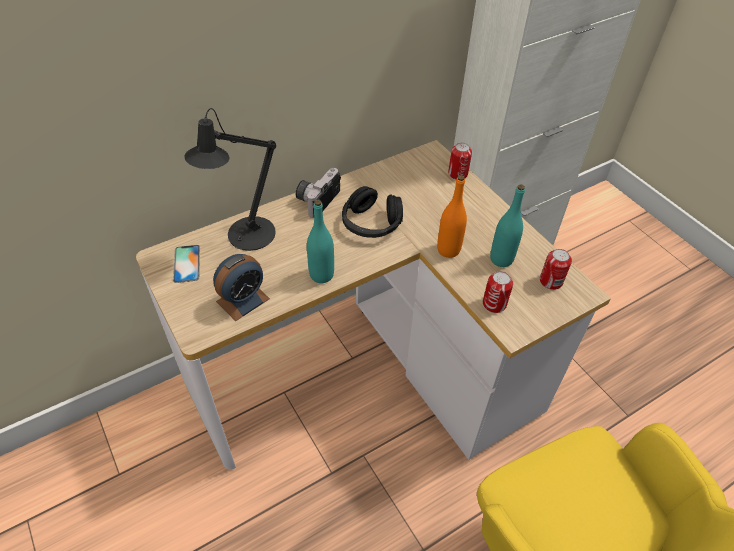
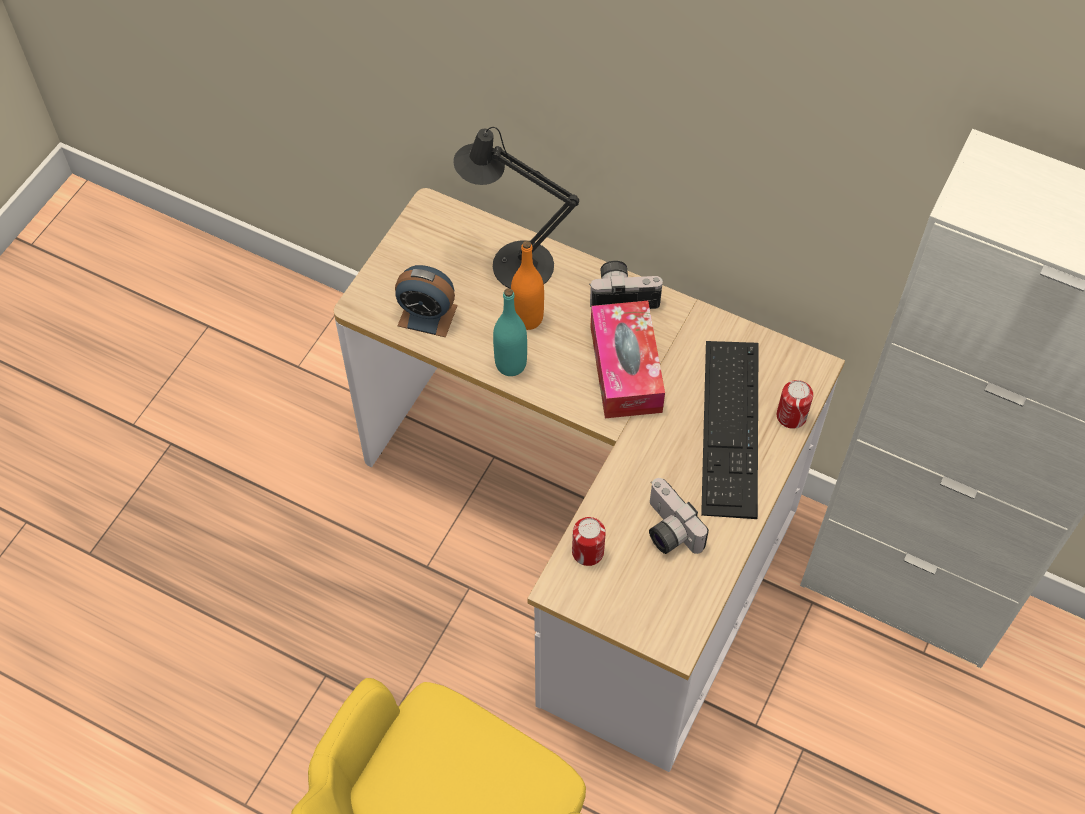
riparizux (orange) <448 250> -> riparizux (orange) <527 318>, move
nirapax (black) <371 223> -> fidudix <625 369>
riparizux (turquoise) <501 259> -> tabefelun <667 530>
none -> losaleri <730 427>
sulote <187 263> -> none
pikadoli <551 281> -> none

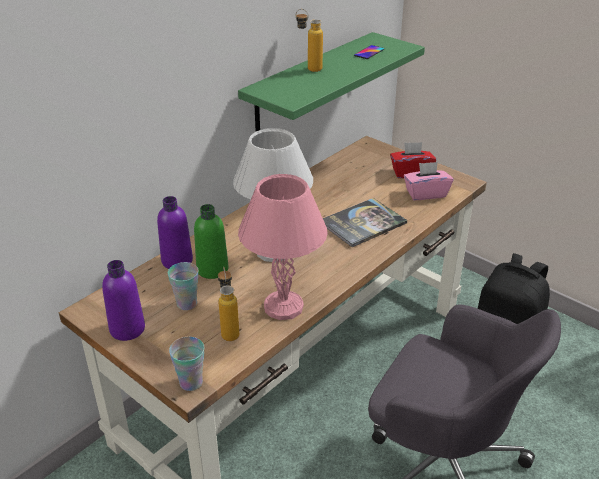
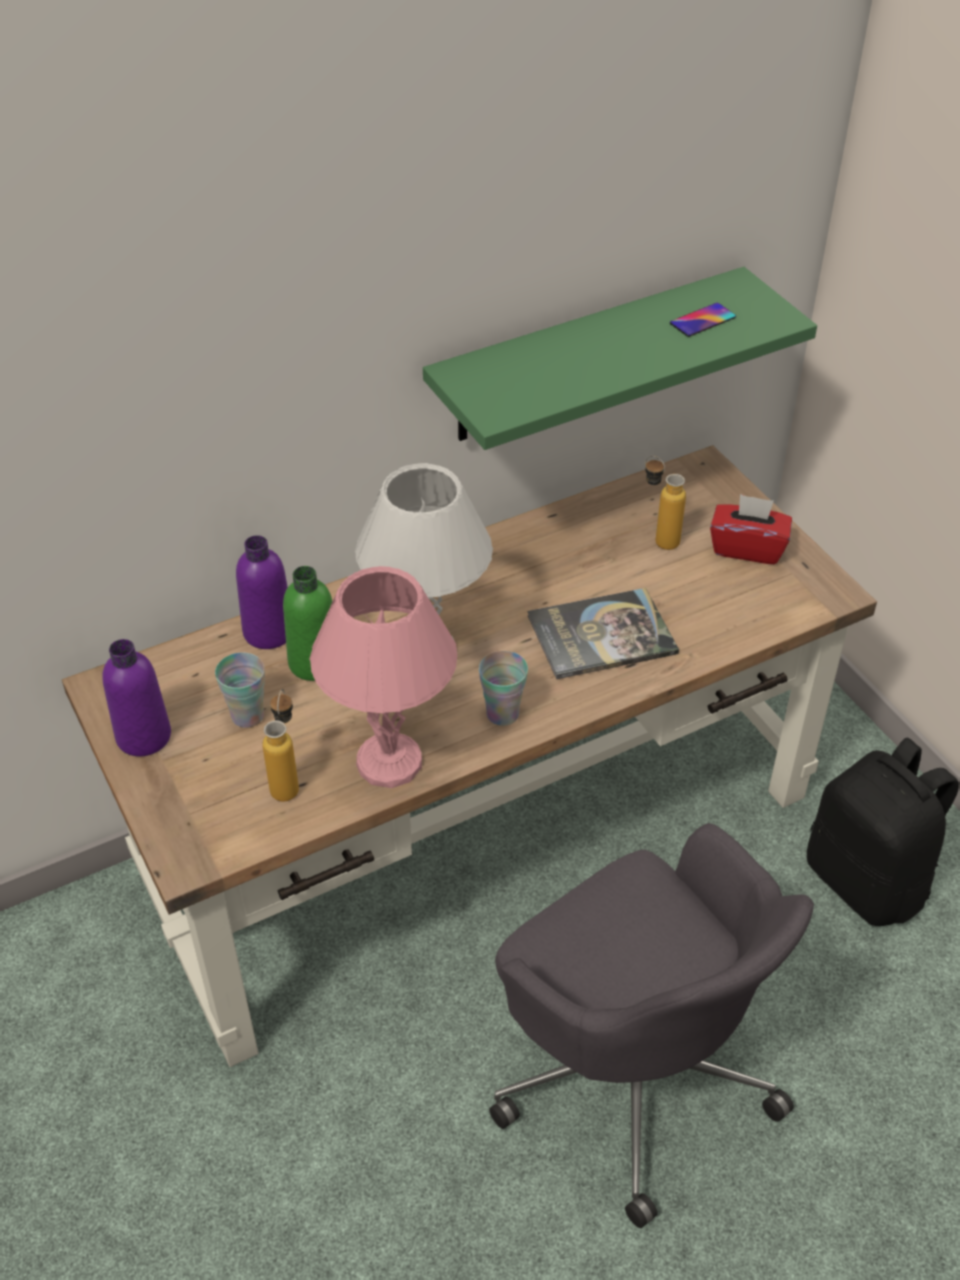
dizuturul <191 382> -> dizuturul <502 714>, move
riparizux <308 68> -> riparizux <658 539>, move
fidudix (pink) <426 193> -> none

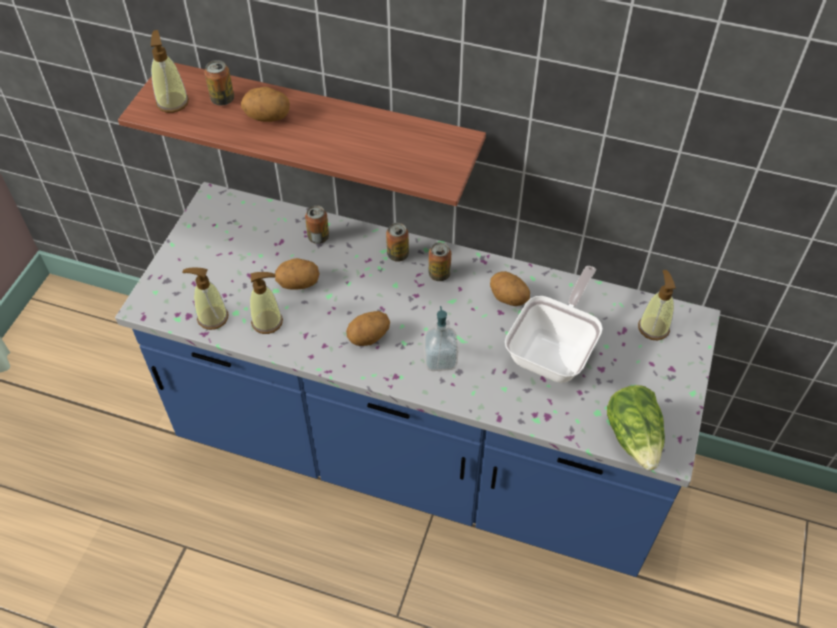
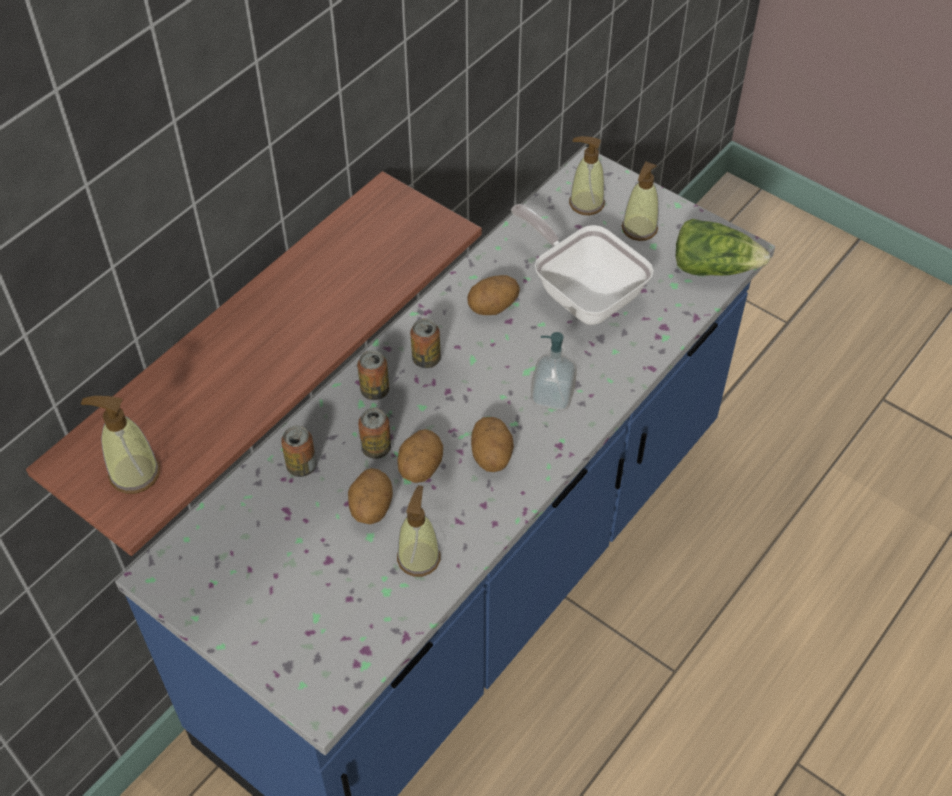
pikadoli <222 99> -> pikadoli <376 448>, move
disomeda <268 117> -> disomeda <420 468>, move
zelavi <212 317> -> zelavi <639 229>, move

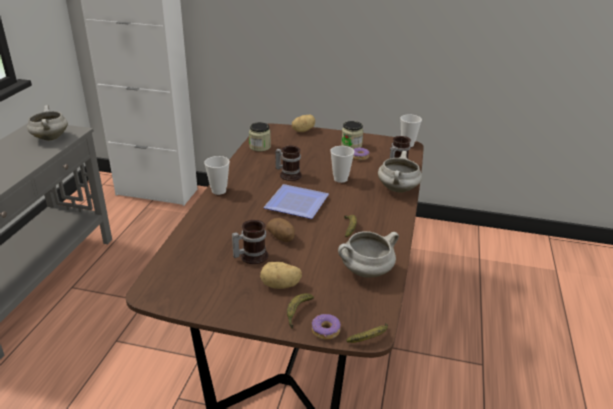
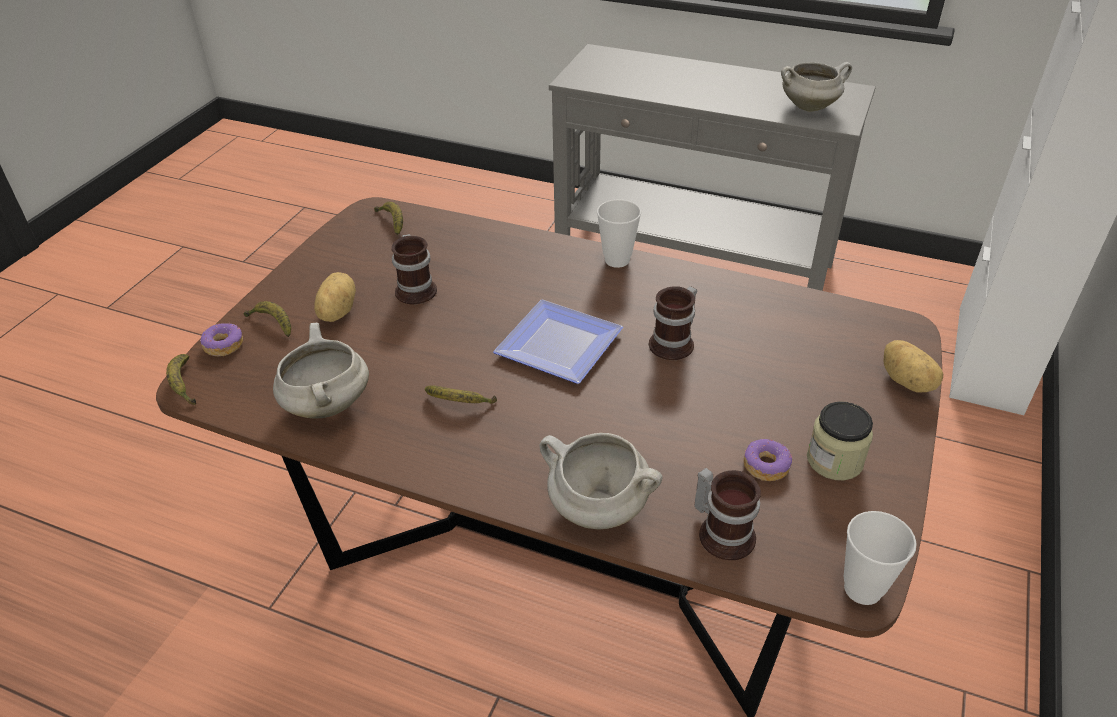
none -> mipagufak <392 222>
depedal <260 147> -> none
disomeda <282 237> -> none
dizuturul <340 179> -> none

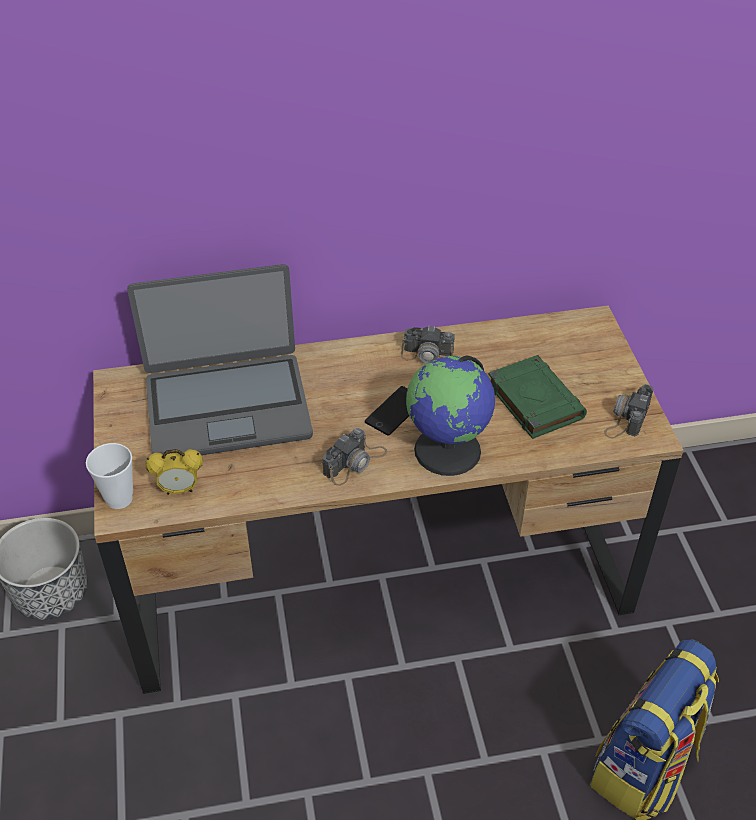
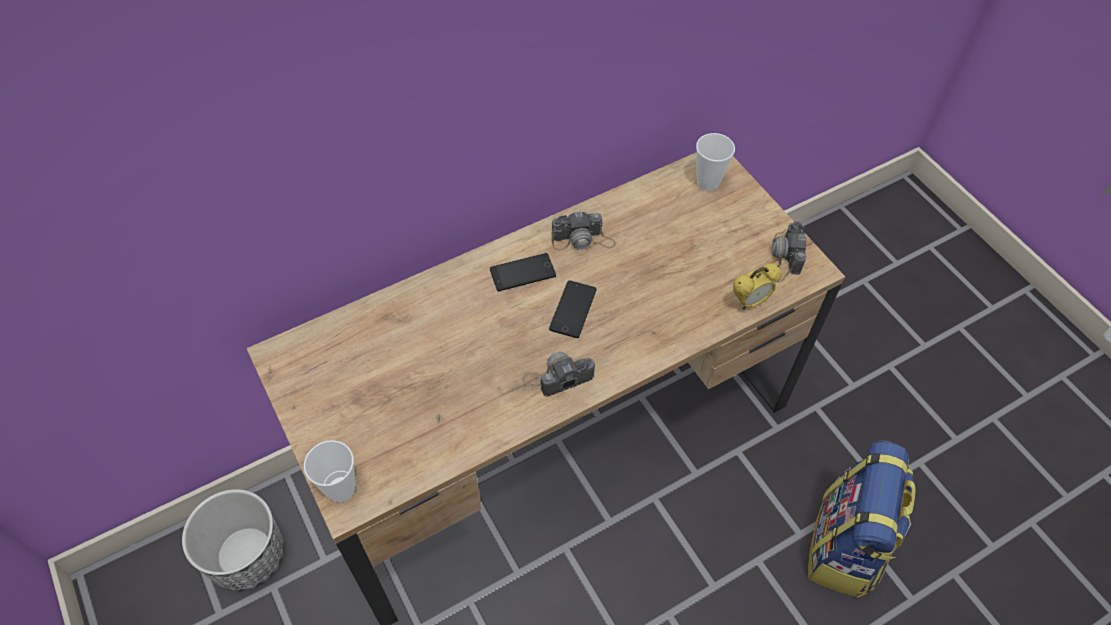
none -> sulote <522 273>
tabefelun <355 462> -> tabefelun <558 377>, 135 degrees counterclockwise
none -> dizuturul <708 182>
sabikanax <179 489> -> sabikanax <750 302>, move
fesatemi <227 406> -> none
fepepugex <449 450> -> none
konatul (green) <533 400> -> none

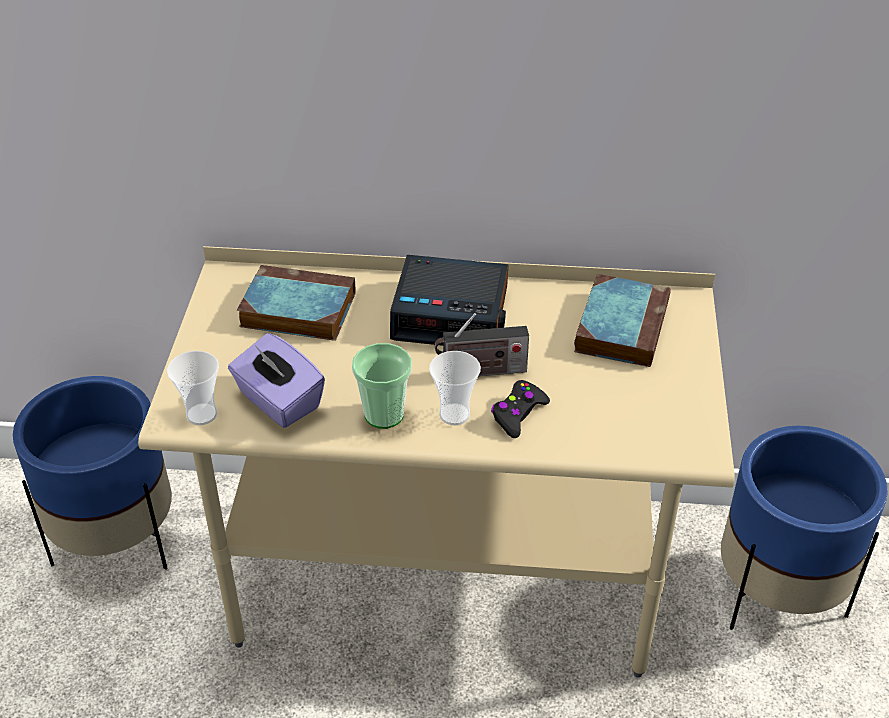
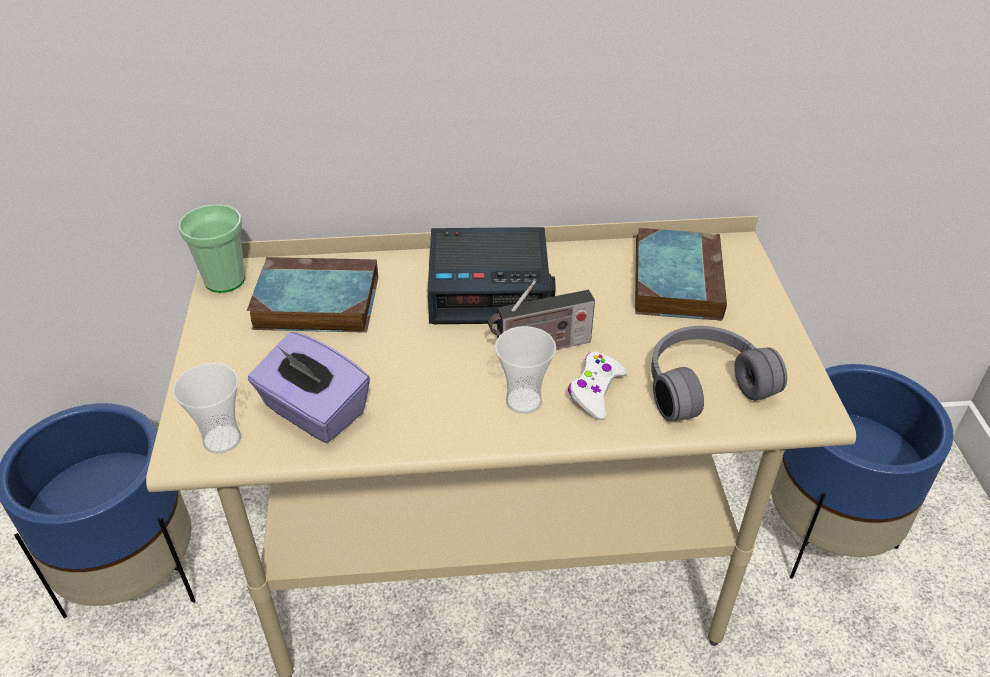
dizuturul <384 415> -> dizuturul <224 280>, move
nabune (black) <518 414> -> nabune (white) <595 391>
none -> nirapax (grey) <702 383>

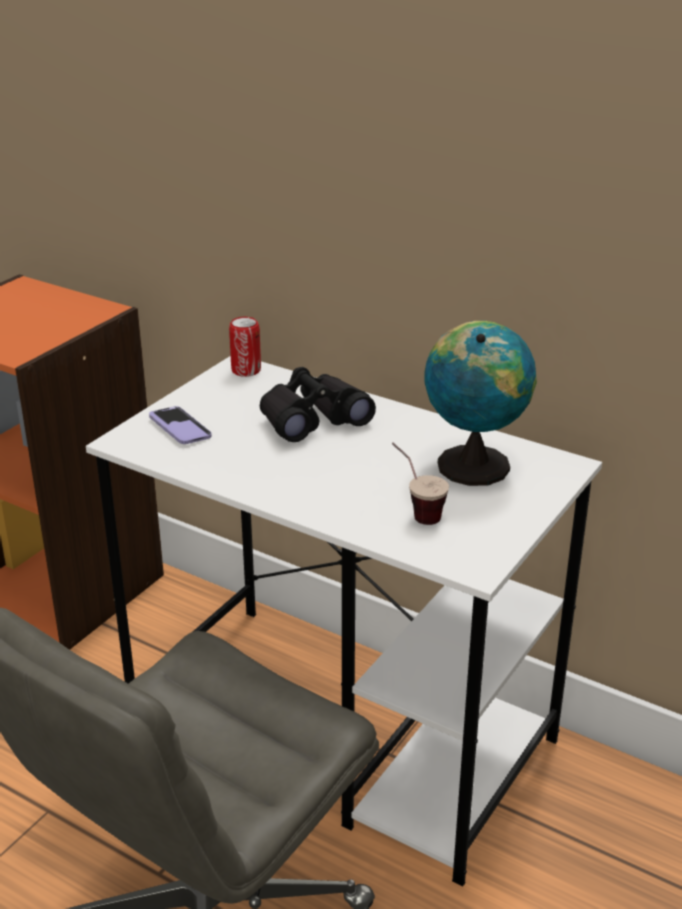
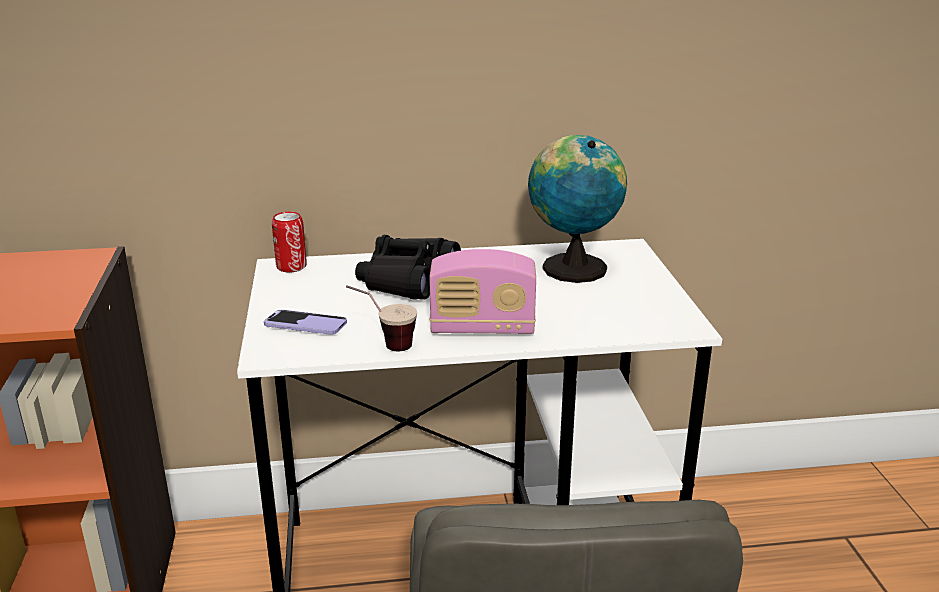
dizuturul <415 511> -> dizuturul <383 345>, move
none -> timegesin <482 328>

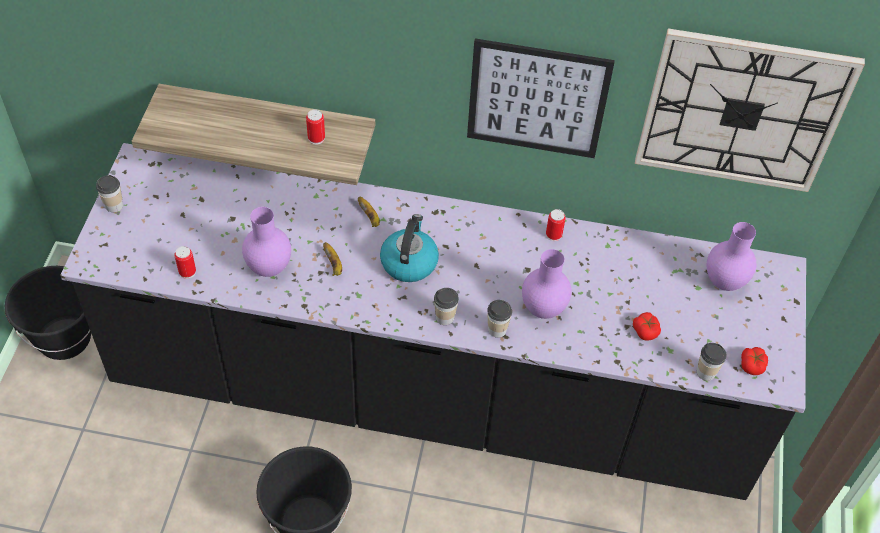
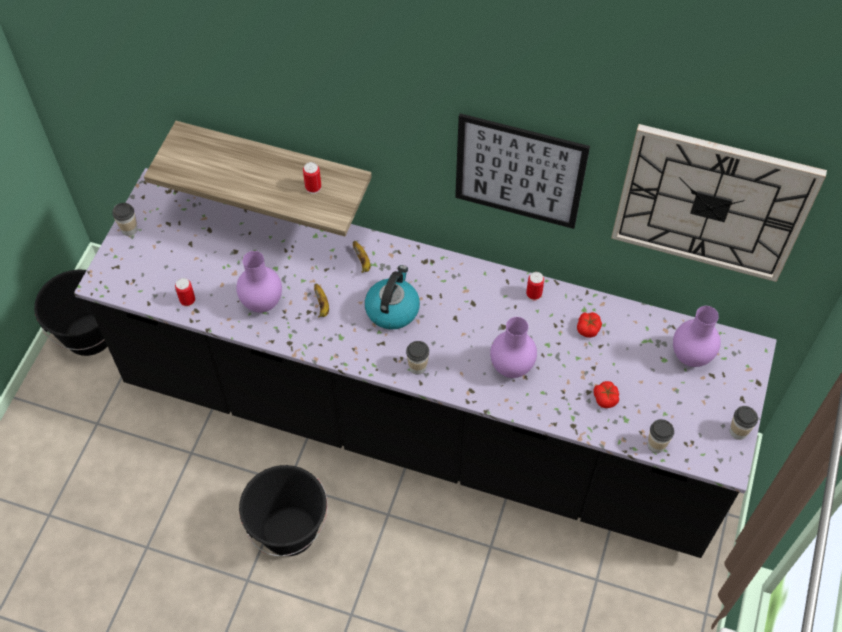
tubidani <752 365> -> tubidani <588 328>, move
dizuturul <497 329> -> dizuturul <738 431>, move

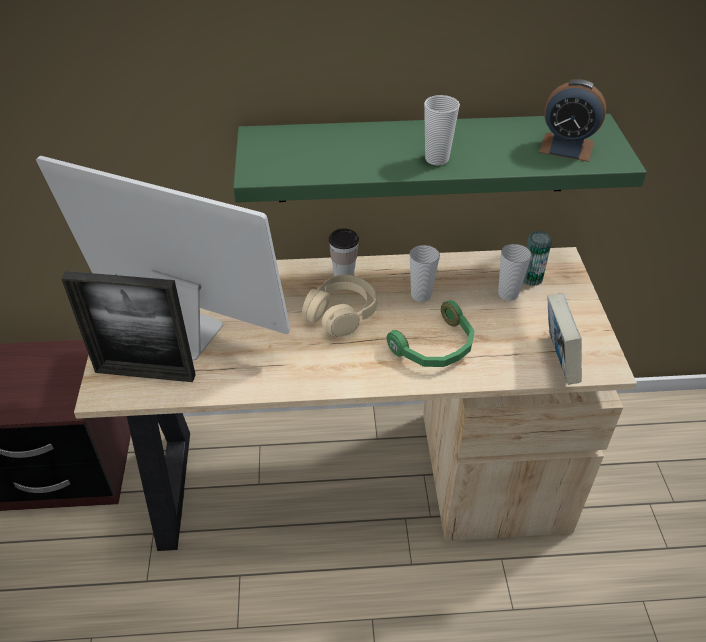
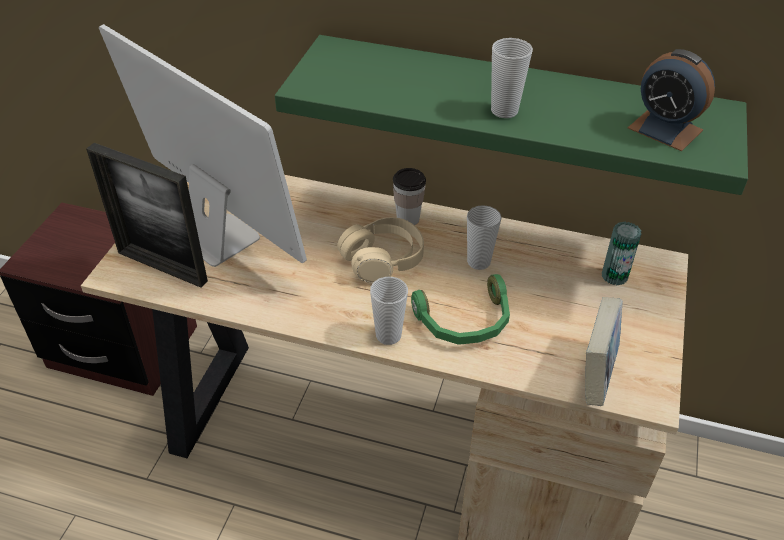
dizuturul <508 294> -> dizuturul <388 335>, move

